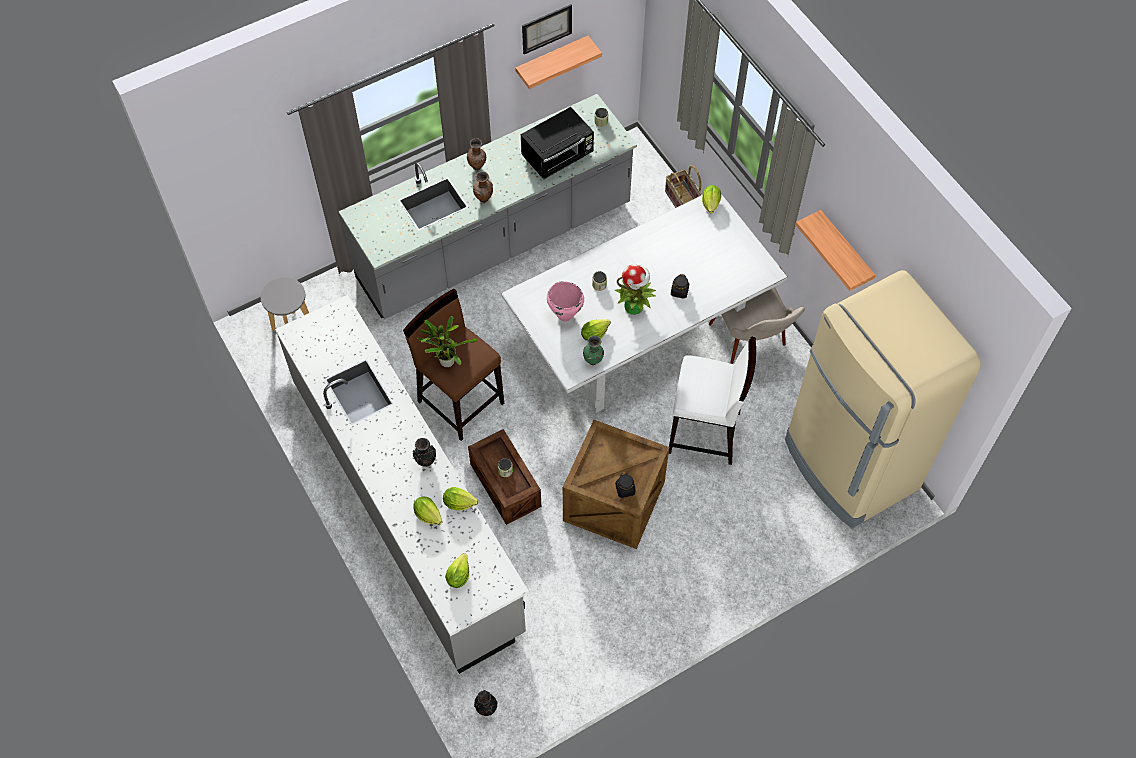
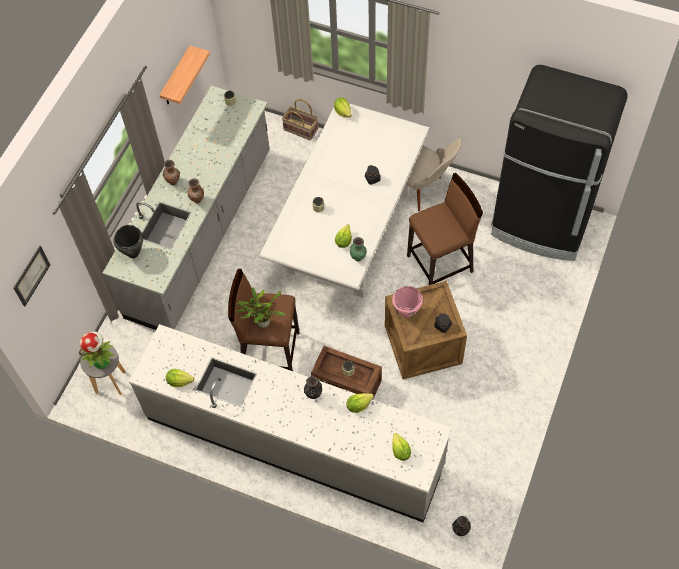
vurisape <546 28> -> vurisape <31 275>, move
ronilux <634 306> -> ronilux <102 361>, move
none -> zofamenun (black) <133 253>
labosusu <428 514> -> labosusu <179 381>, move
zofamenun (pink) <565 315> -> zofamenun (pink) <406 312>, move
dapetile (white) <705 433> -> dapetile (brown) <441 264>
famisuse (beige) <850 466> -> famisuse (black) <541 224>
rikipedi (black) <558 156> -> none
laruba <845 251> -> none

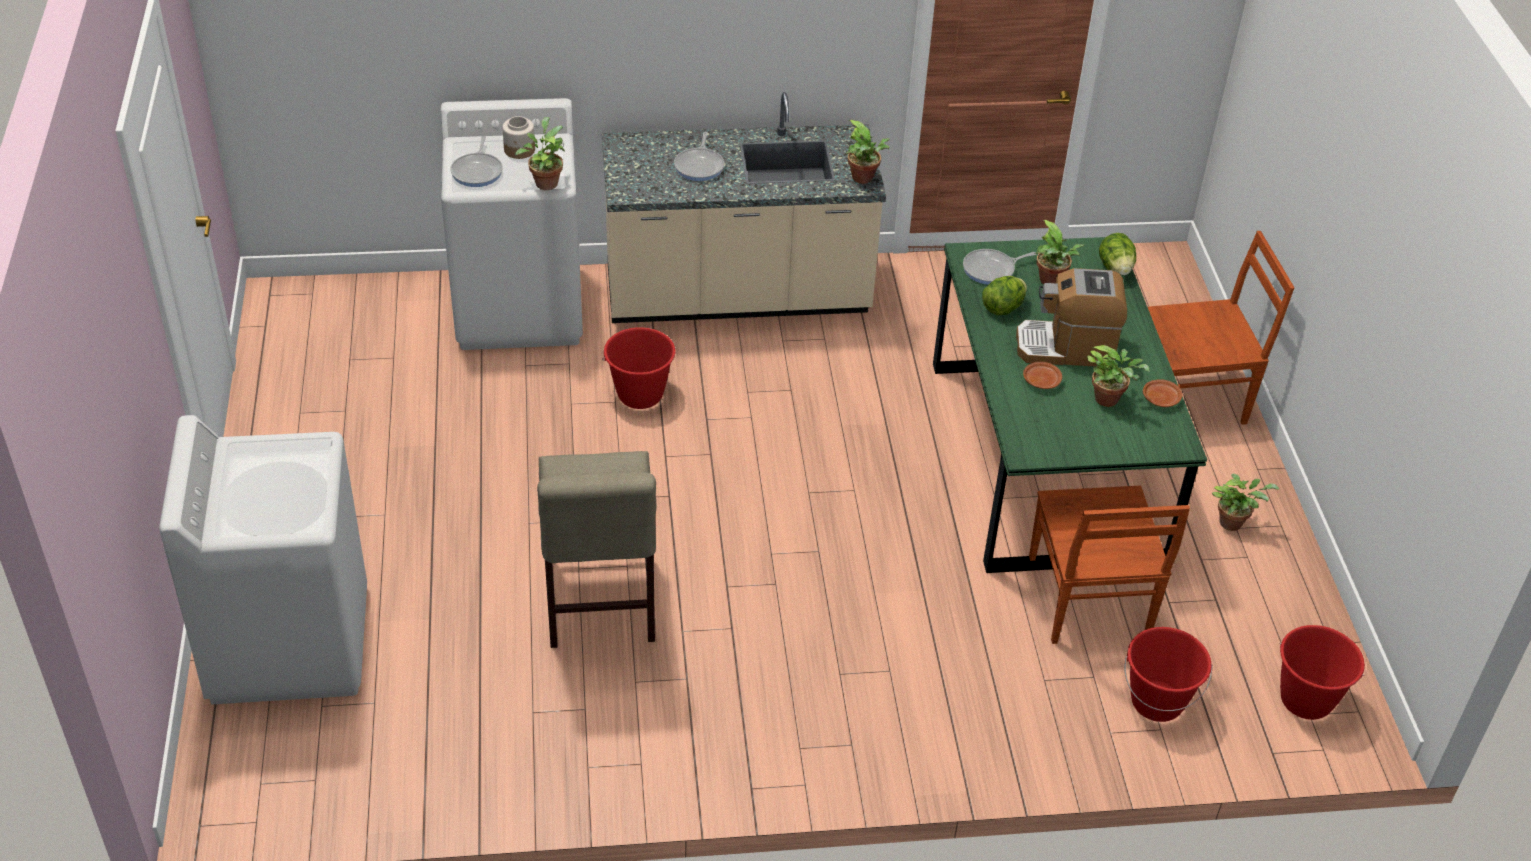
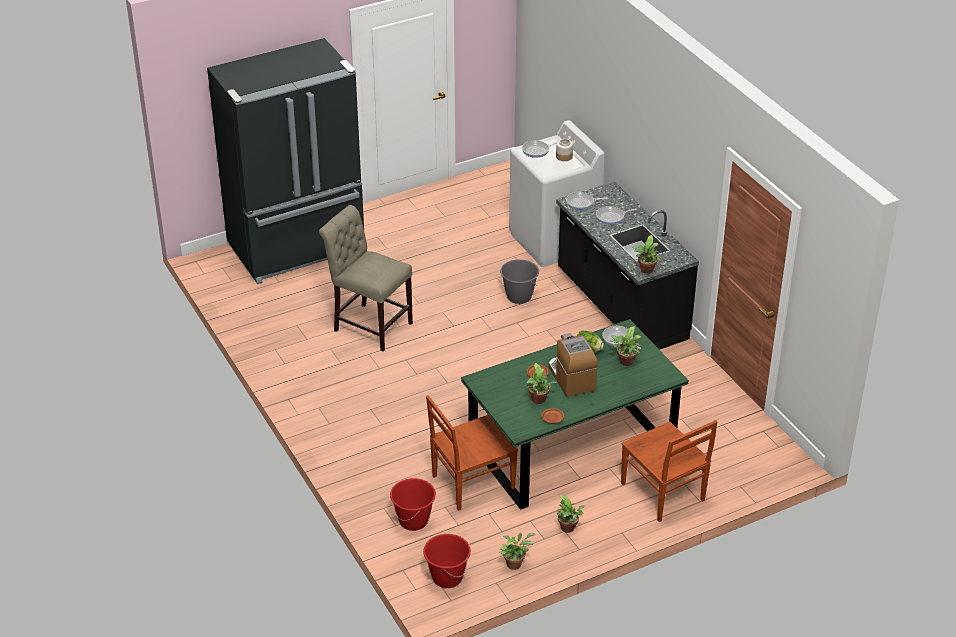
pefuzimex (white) <289 643> -> famisuse (black) <298 249>
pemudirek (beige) <599 606> -> pemudirek (beige) <369 325>, 60 degrees clockwise
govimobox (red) <640 395> -> govimobox (grey) <519 297>
ronilux <545 182> -> ronilux <515 563>, move
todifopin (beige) <737 296> -> todifopin (black) <620 307>
none -> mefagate <581 203>
labosusu <1115 268> -> none

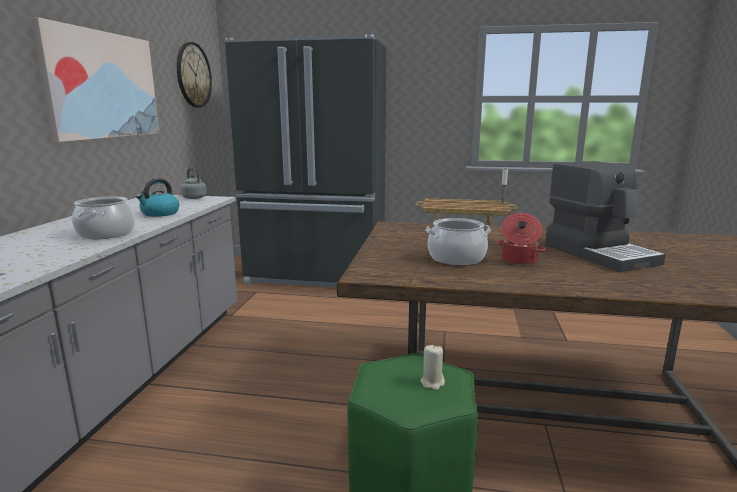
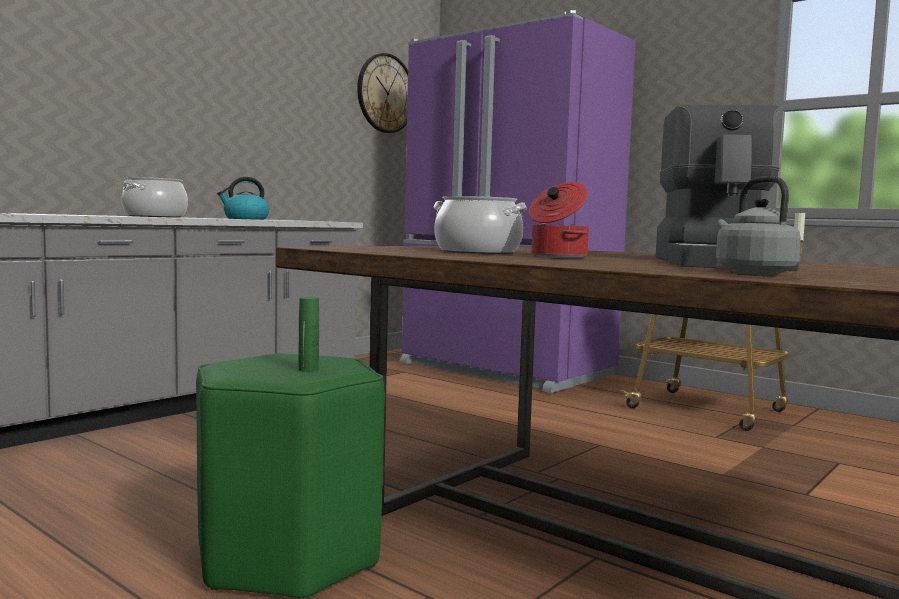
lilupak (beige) <432 382> -> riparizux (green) <308 369>
famisuse (black) <317 275> -> famisuse (purple) <504 370>
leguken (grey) <193 197> -> leguken (grey) <751 273>, move
vurisape <102 85> -> none

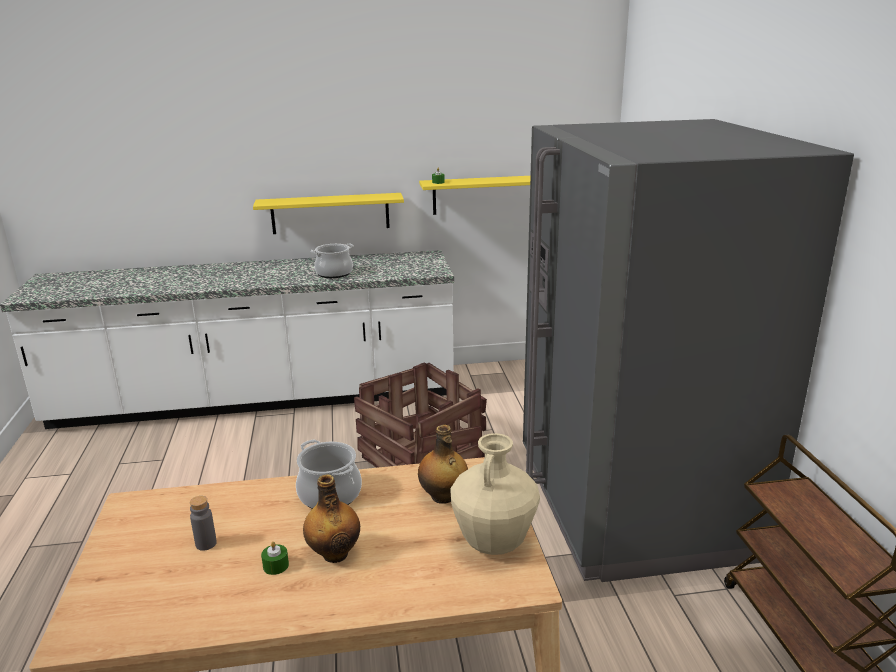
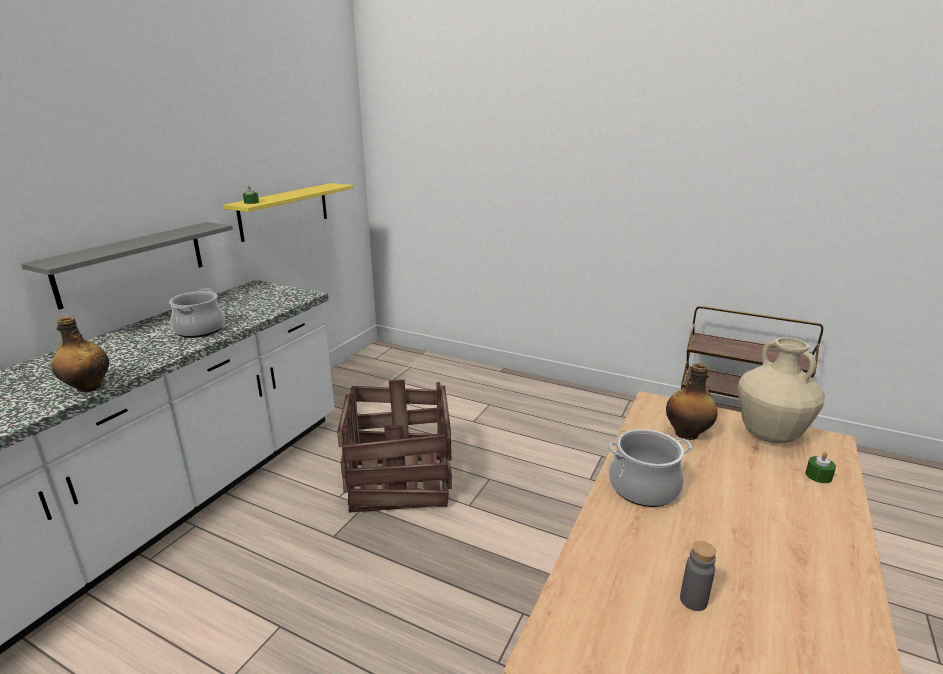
laruba (yellow) <330 213> -> laruba (grey) <132 263>
riparizux <334 553> -> riparizux <88 387>, move
lilupak (green) <276 566> -> lilupak (green) <818 476>, move
famisuse (grey) <633 504> -> none

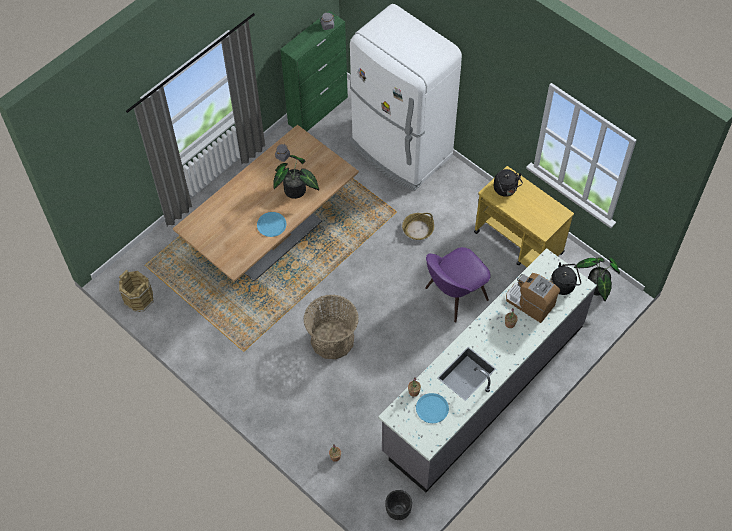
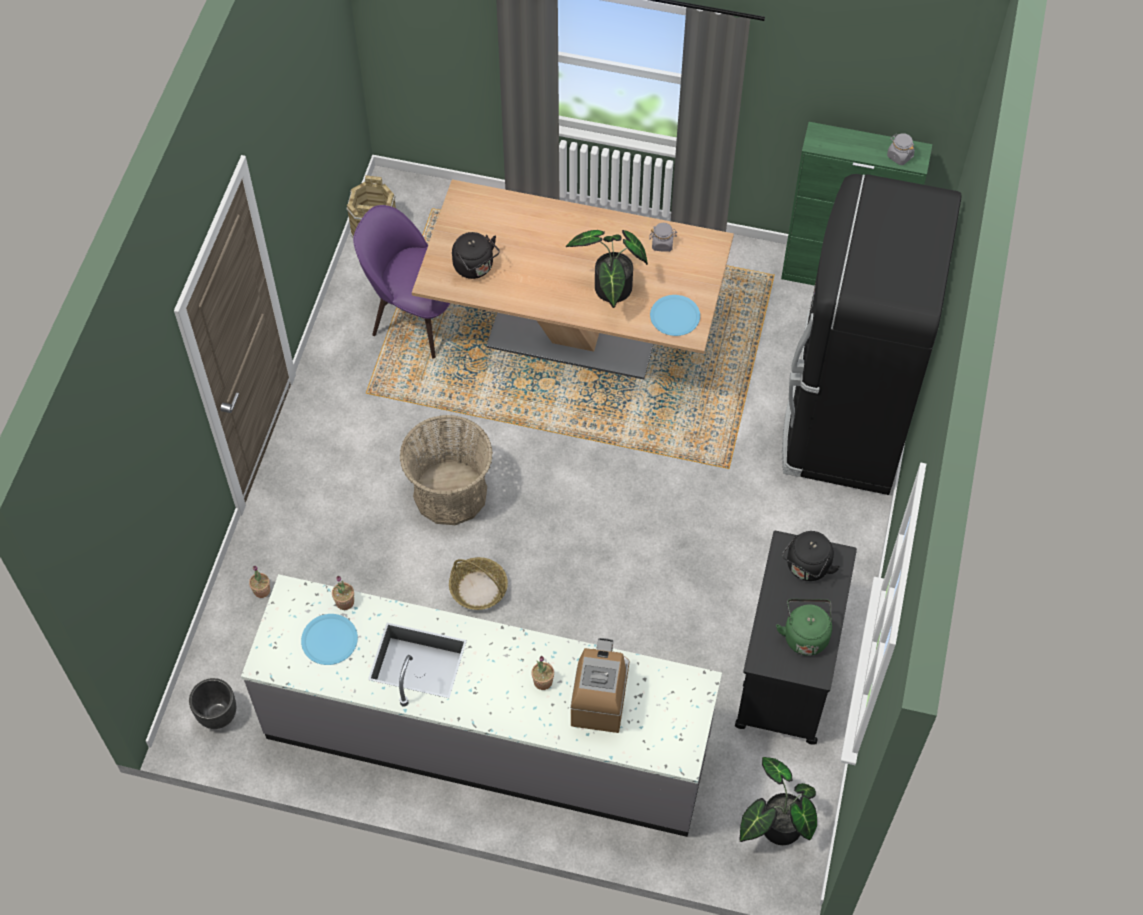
pemudirek (purple) <454 295> -> pemudirek (purple) <417 315>, move
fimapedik <418 229> -> fimapedik <479 589>, move
leguken (black) <564 285> -> leguken (black) <475 267>, move
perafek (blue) <271 225> -> perafek (blue) <675 316>, move
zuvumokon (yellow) <519 243> -> zuvumokon (black) <787 669>
none -> leguken (green) <805 634>
famisuse (white) <400 151> -> famisuse (black) <845 419>

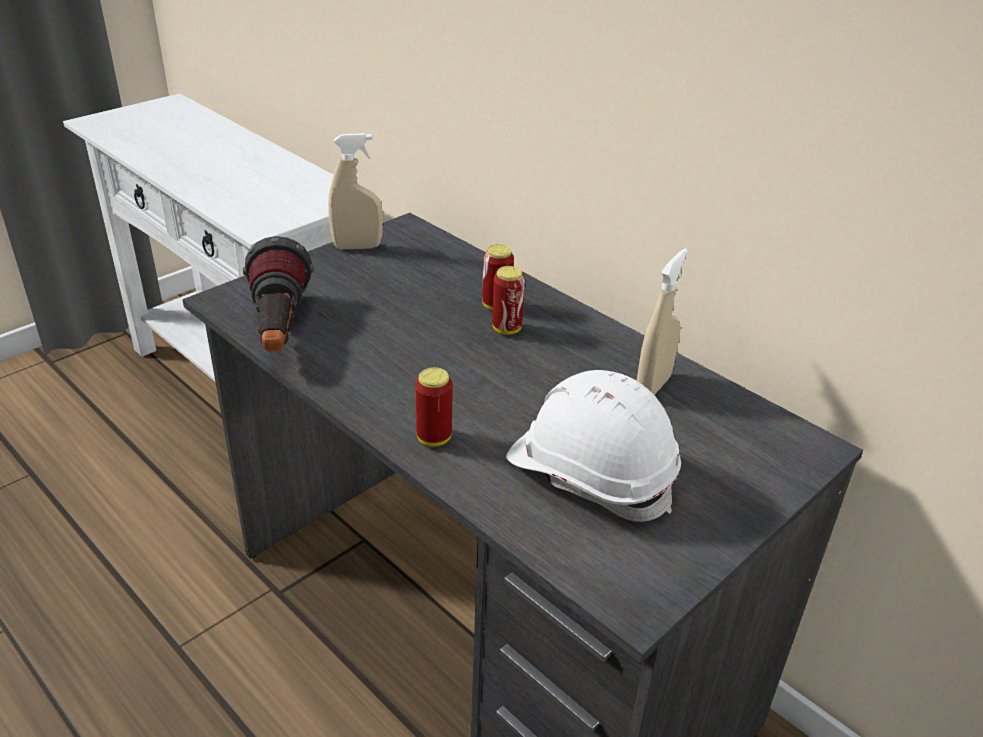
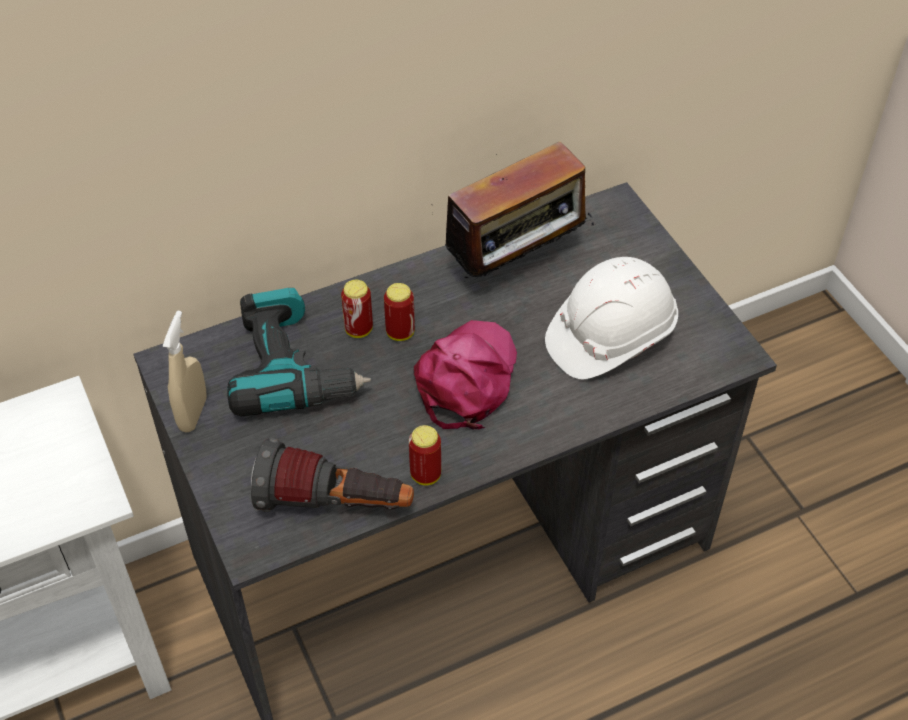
none -> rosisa <293 367>
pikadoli <434 438> -> pikadoli <425 475>, move
none -> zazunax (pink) <466 379>
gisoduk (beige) <653 385> -> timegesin <517 264>

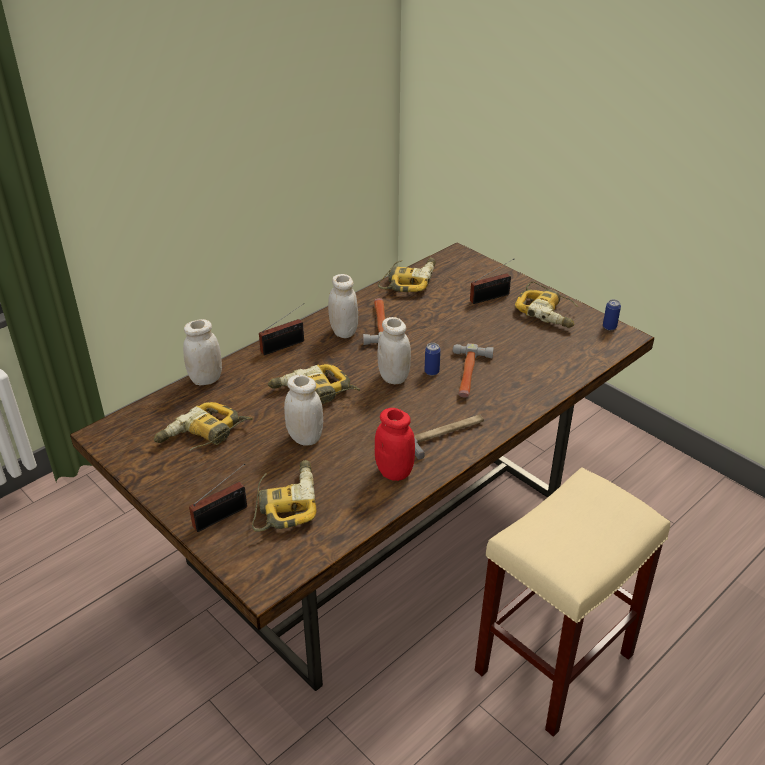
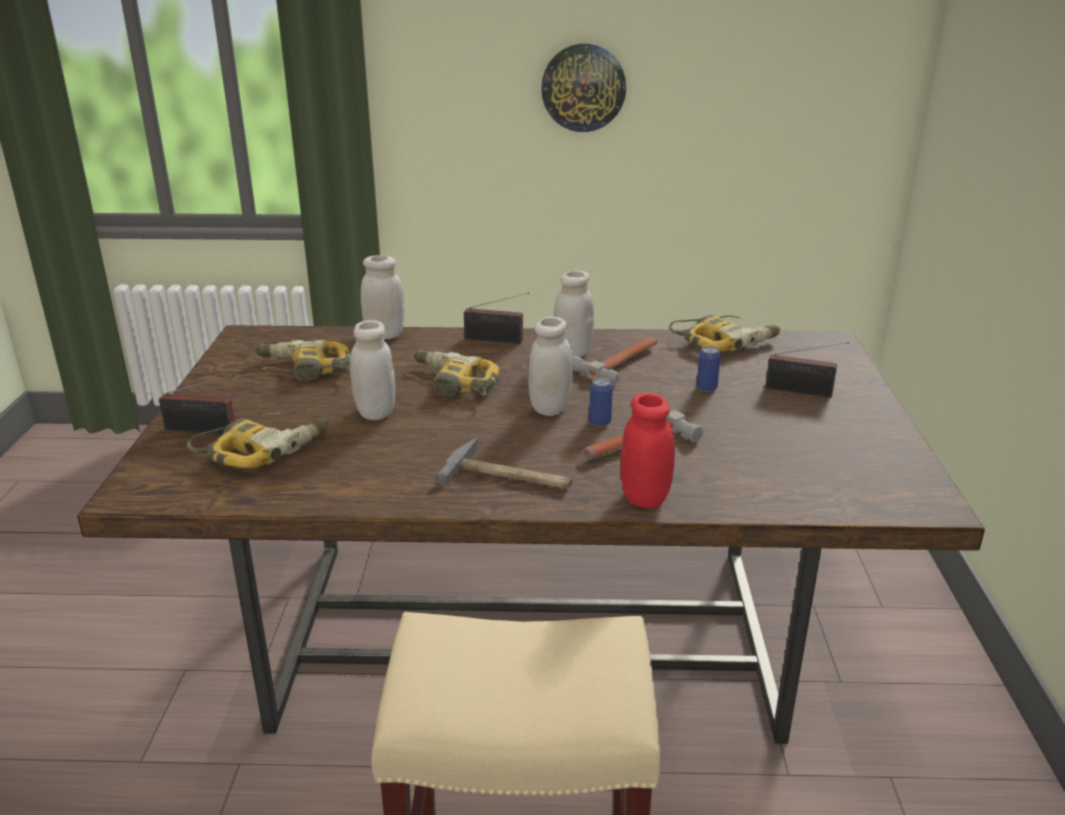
none -> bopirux <583 87>
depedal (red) <394 472> -> depedal (red) <644 498>, move
pikadoli <609 327> -> pikadoli <706 388>, move
rosisa <548 312> -> none

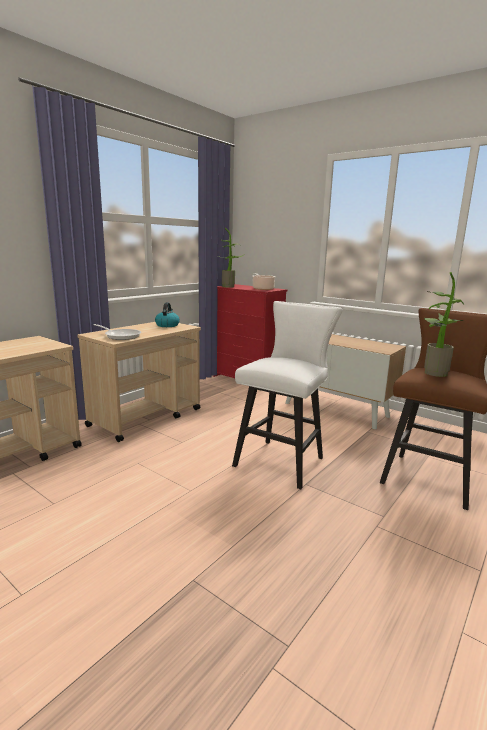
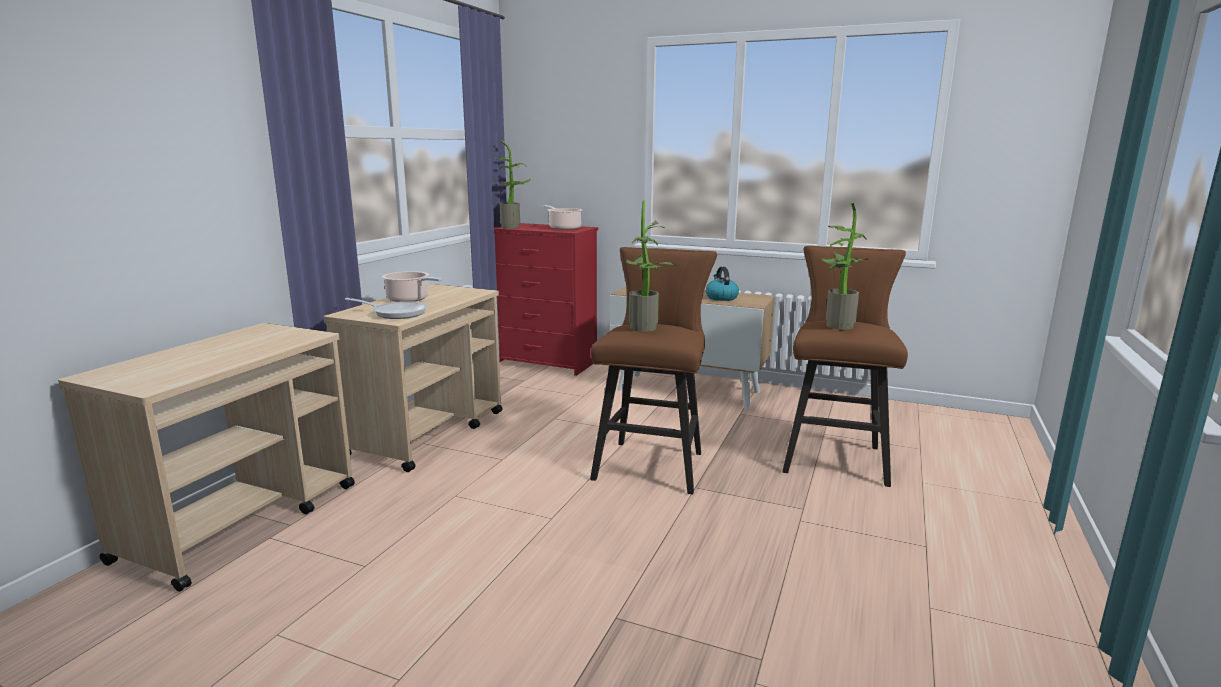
none -> zofamenun <409 299>
dapetile (white) <283 460> -> dapetile (brown) <652 462>
none -> ronilux <647 328>
leguken <167 325> -> leguken <721 297>, move

